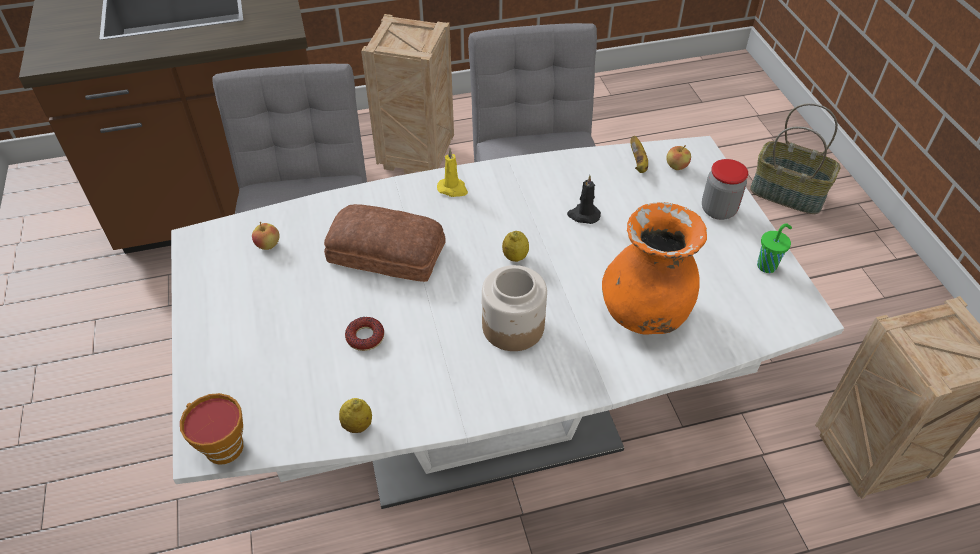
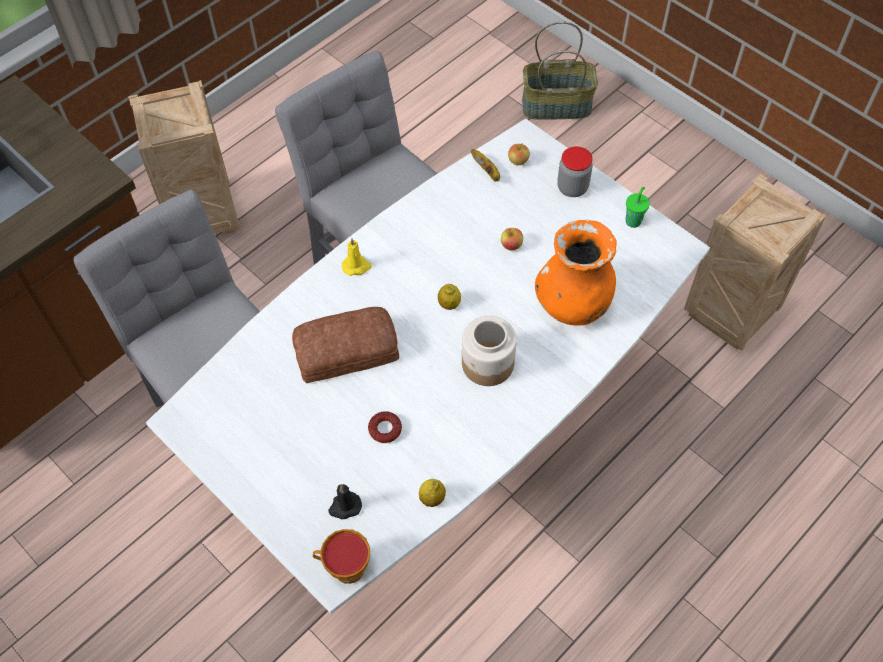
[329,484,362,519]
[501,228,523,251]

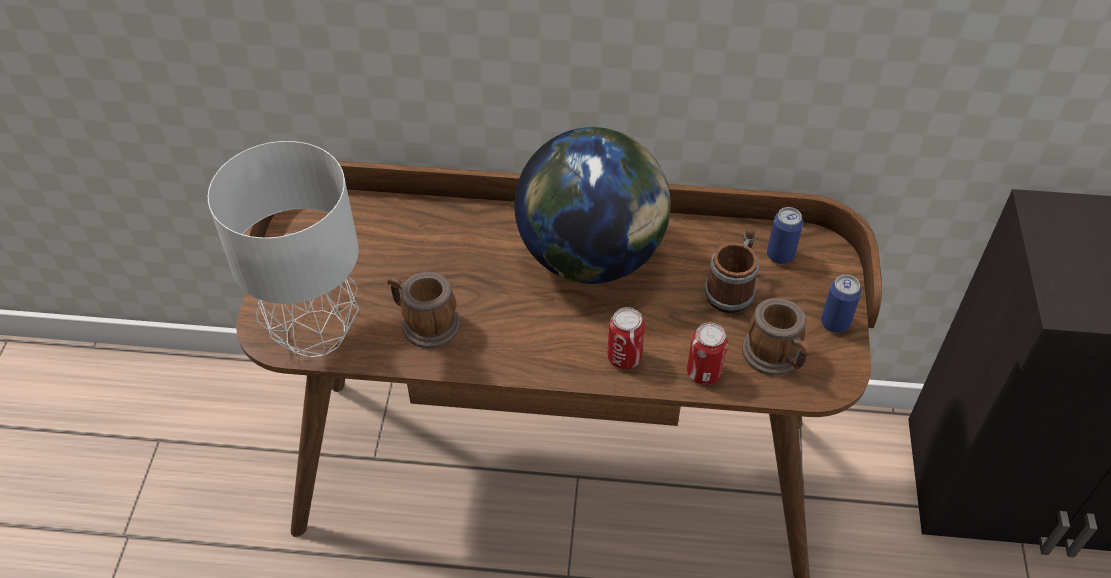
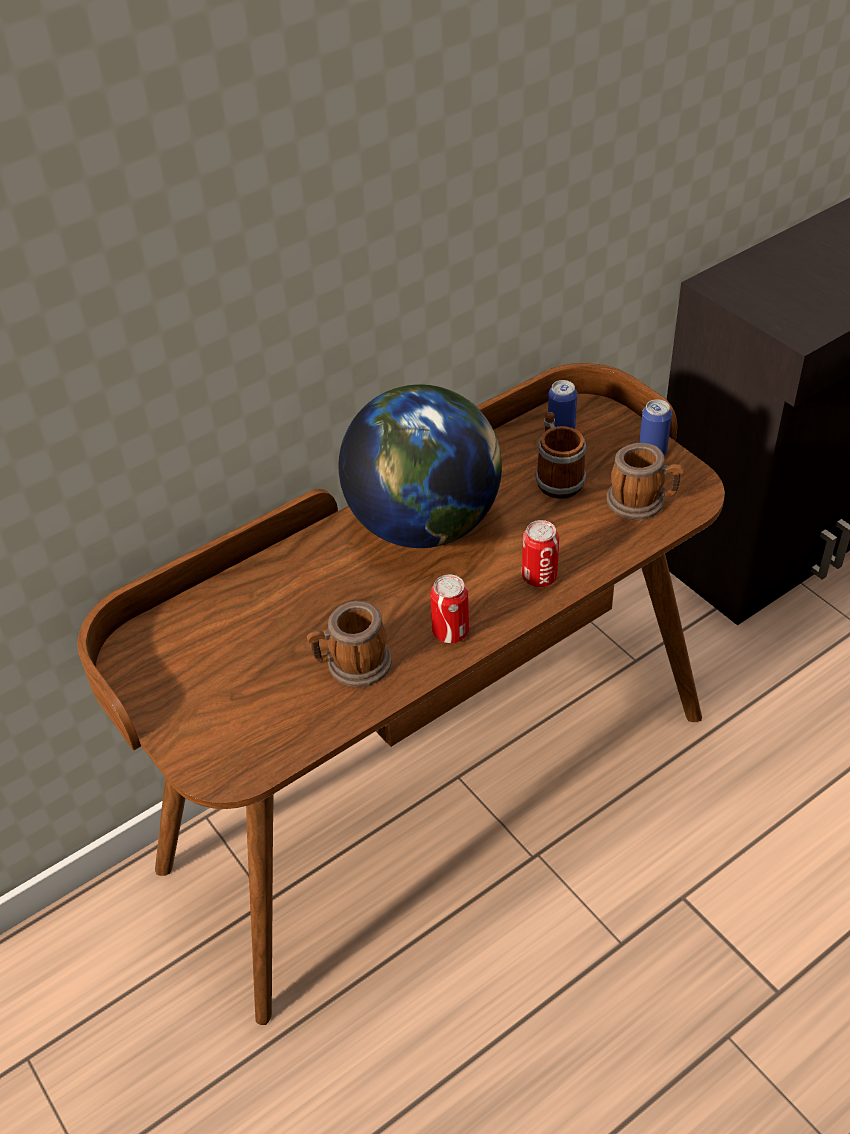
[208,141,359,358] (first image)
[431,574,469,643]

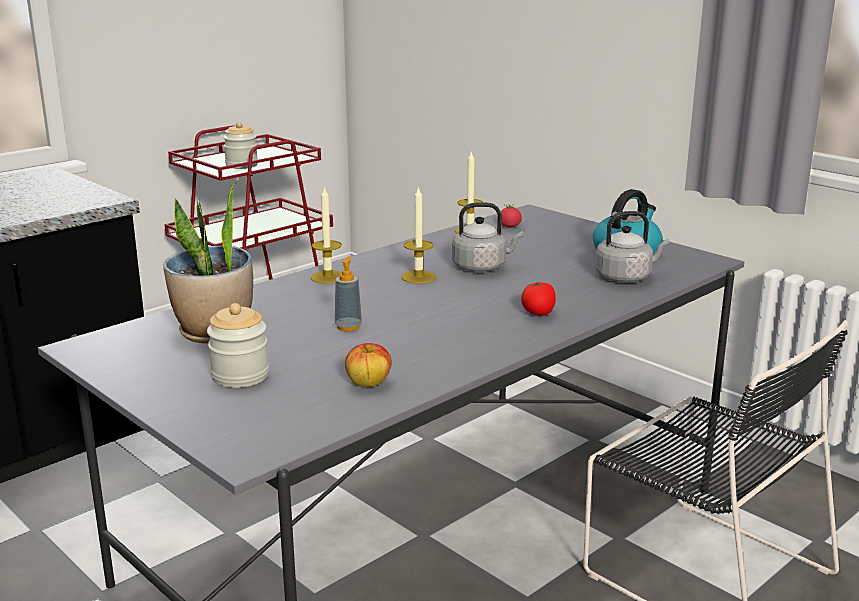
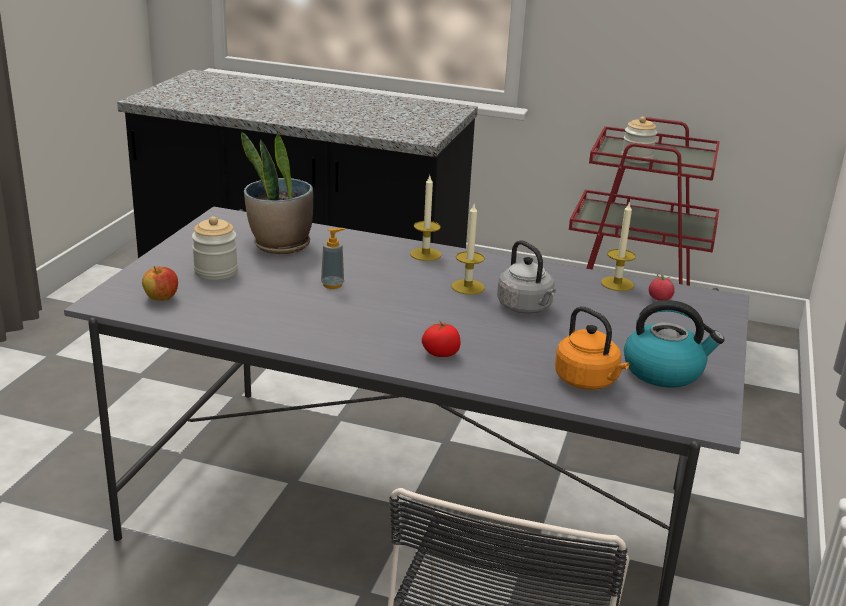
[555,306,629,390]
[142,266,178,301]

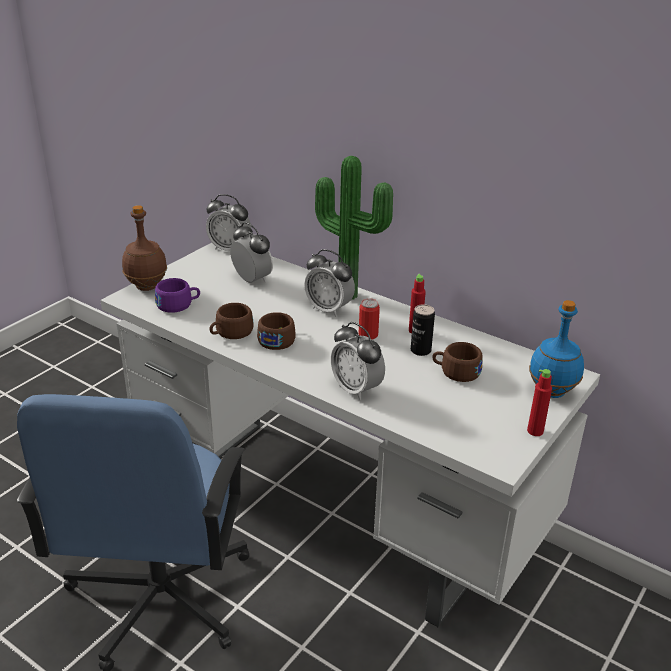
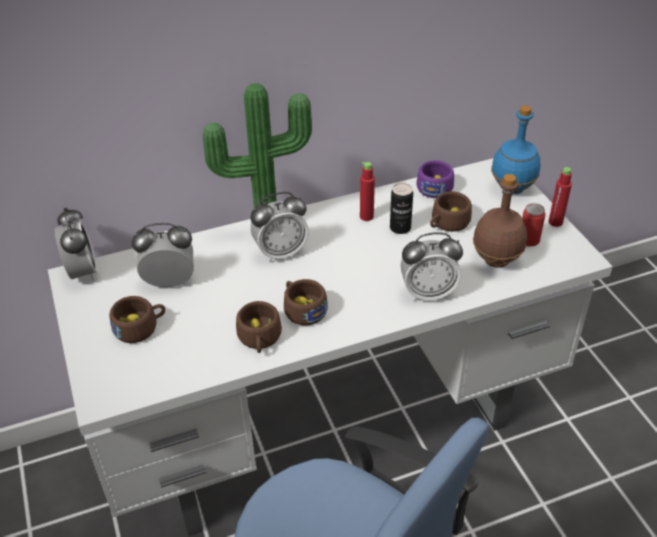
[54,207,98,281]
[473,174,527,268]
[416,160,454,198]
[522,203,545,247]
[109,296,165,343]

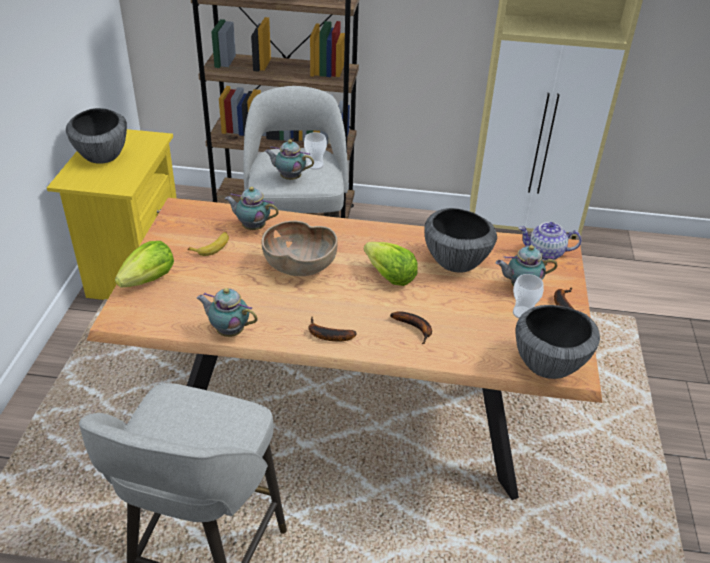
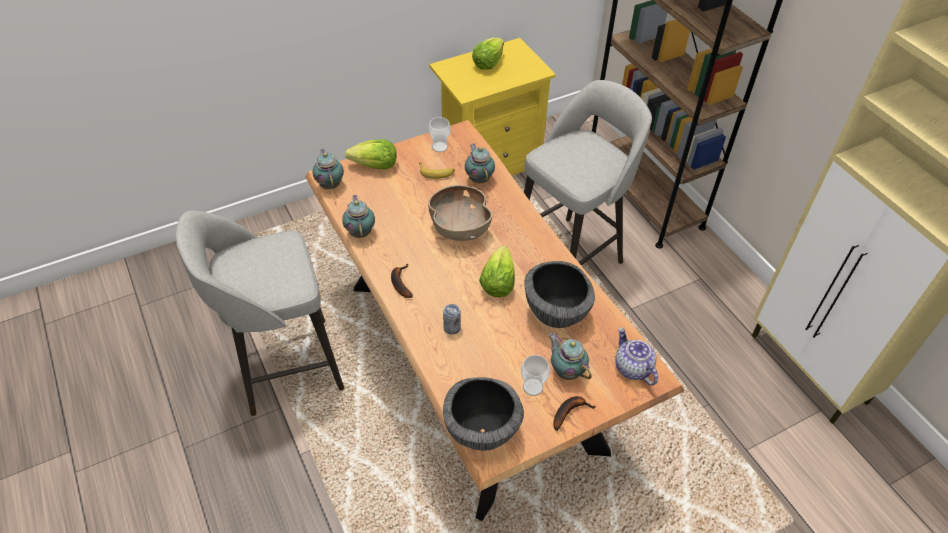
[472,38,504,70]
[428,117,451,152]
[313,149,344,189]
[443,304,461,335]

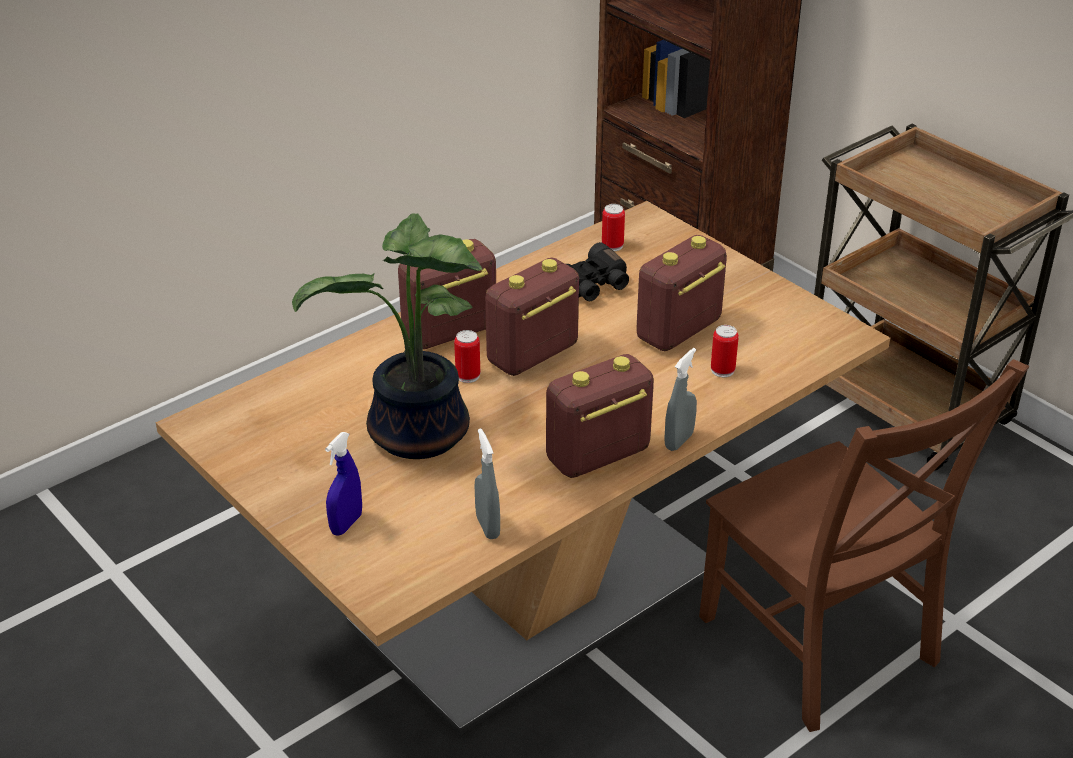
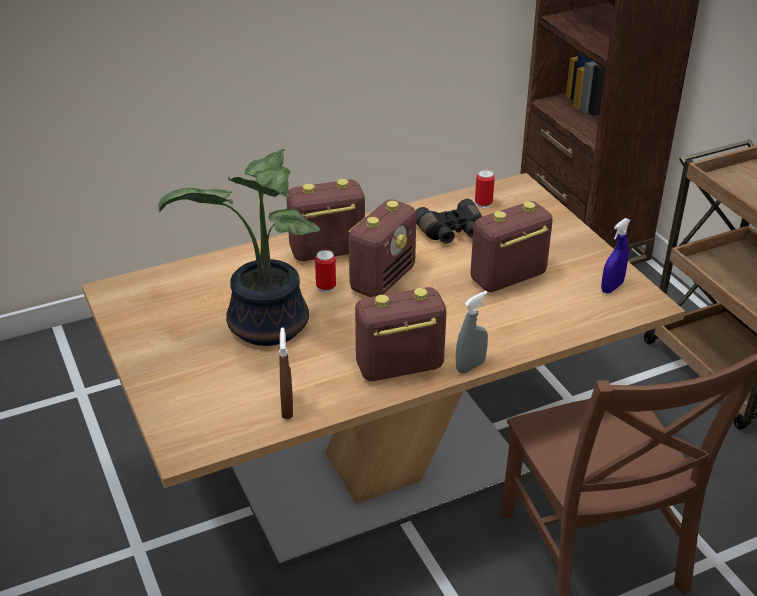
[349,199,416,297]
[711,325,739,377] (first image)
[279,327,293,419]
[601,218,631,294]

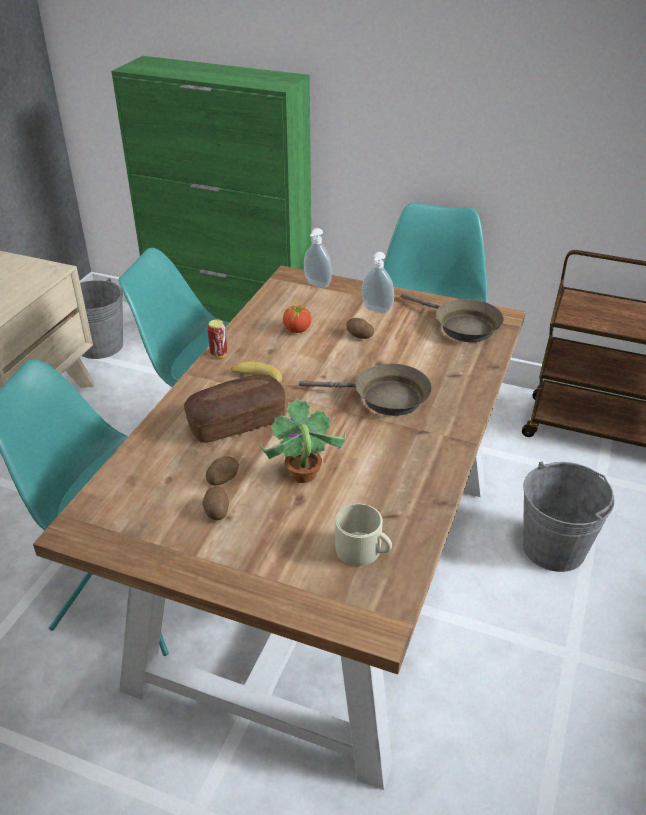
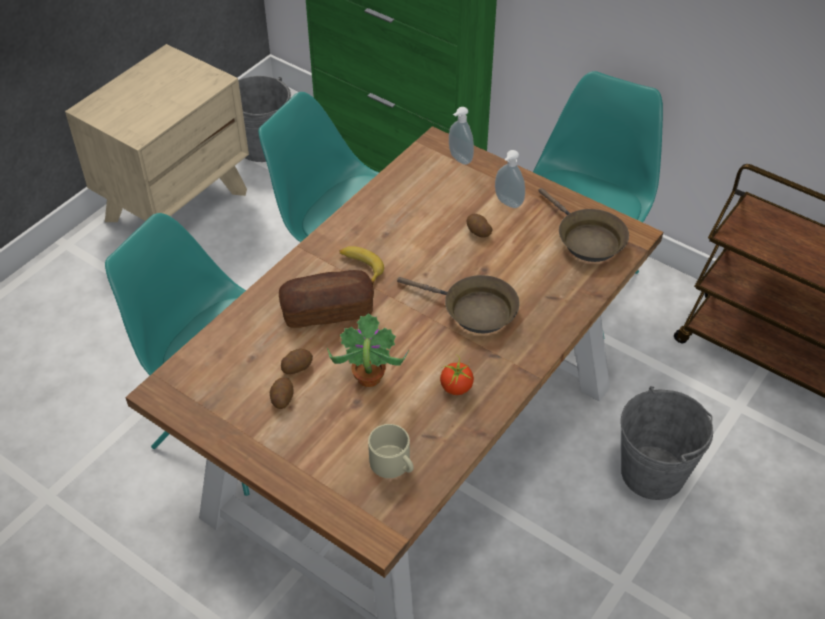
[440,355,474,395]
[207,319,227,358] (first image)

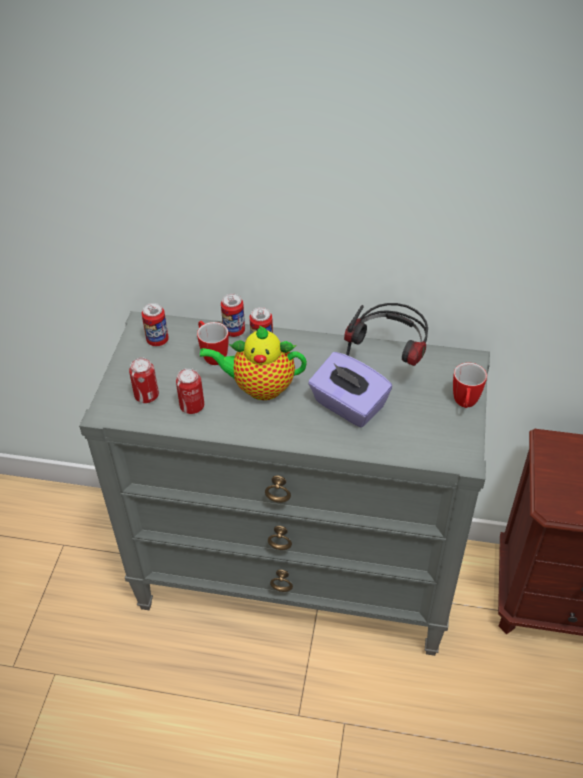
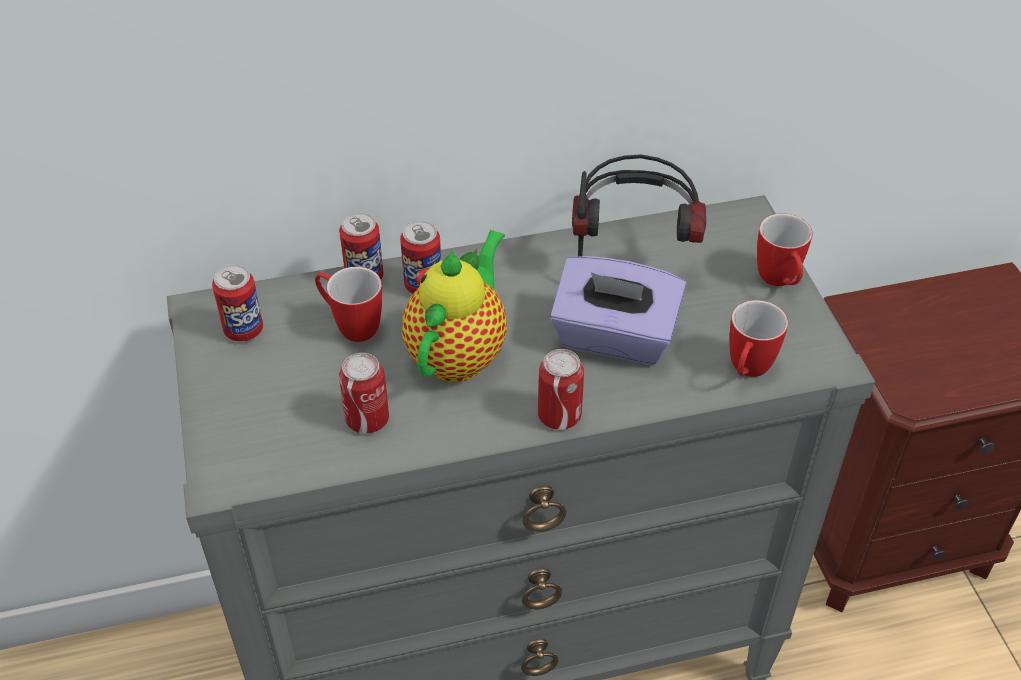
[402,230,507,383]
[538,349,584,430]
[729,300,788,377]

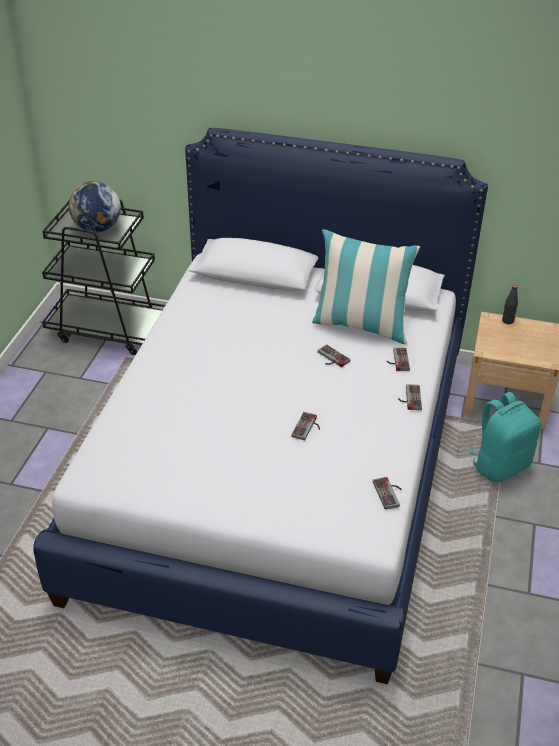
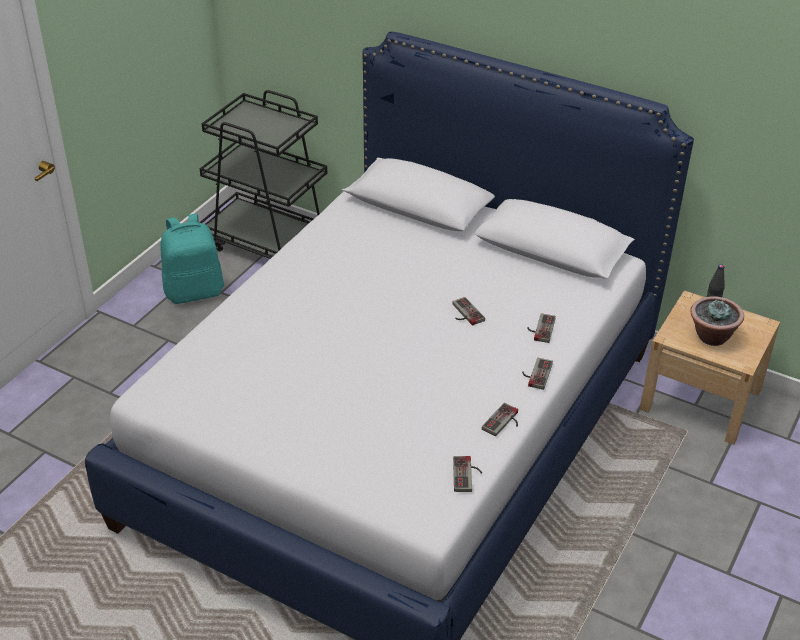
[69,181,121,232] (first image)
[312,229,420,344] (first image)
[160,214,224,304]
[482,403,518,436]
[690,296,744,346]

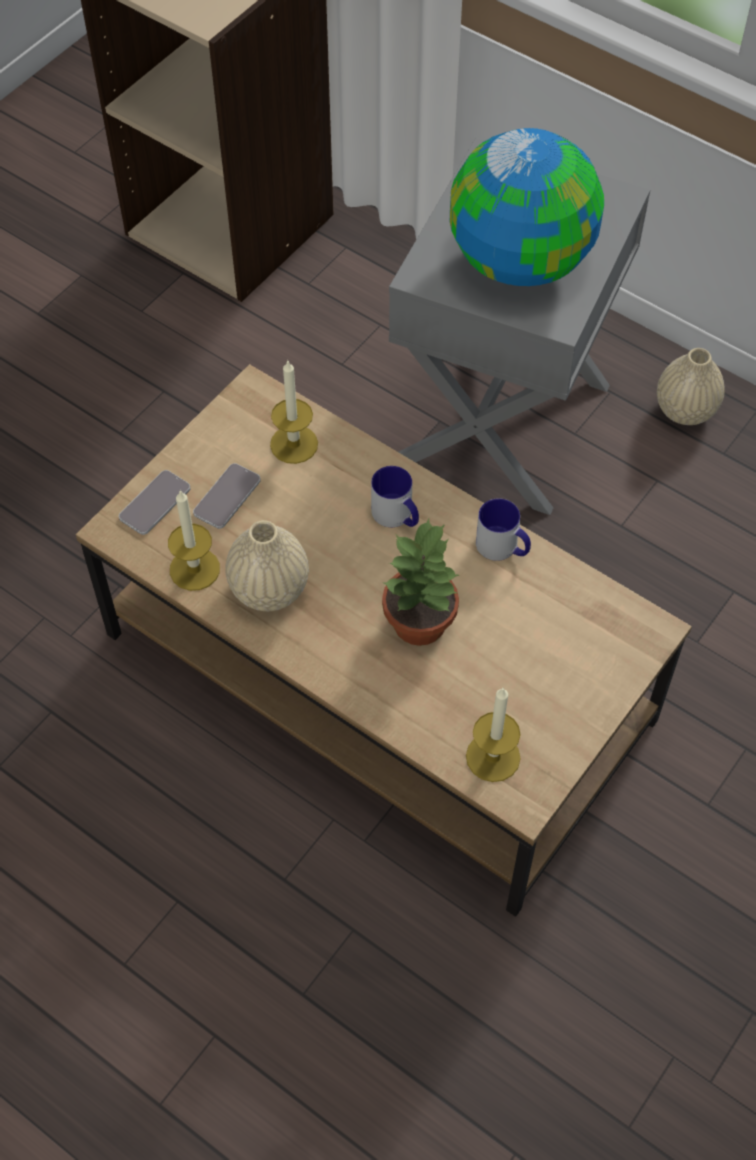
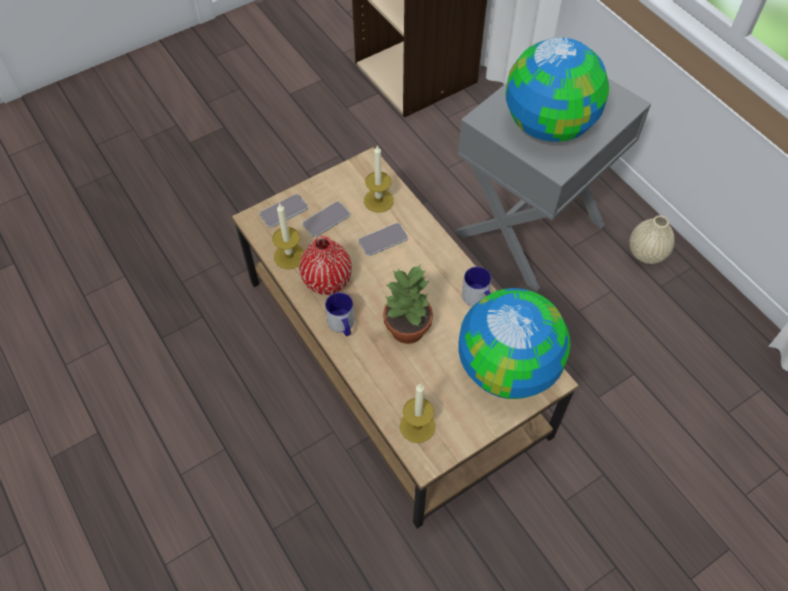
[325,292,354,336]
[299,236,352,295]
[359,223,408,256]
[458,288,571,399]

